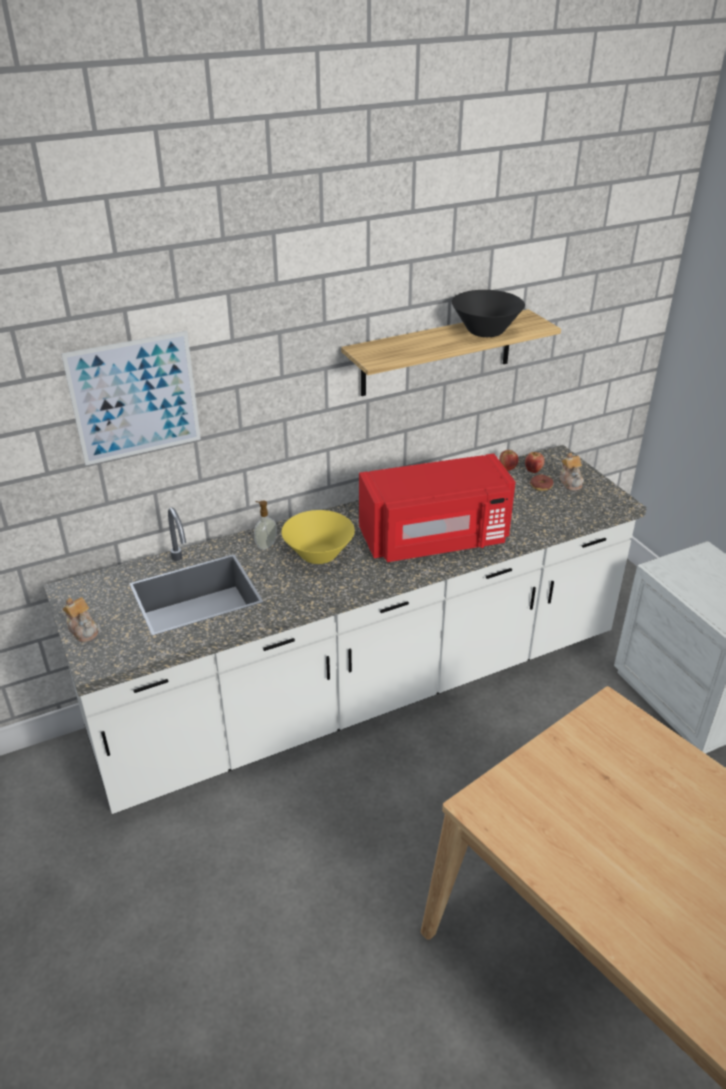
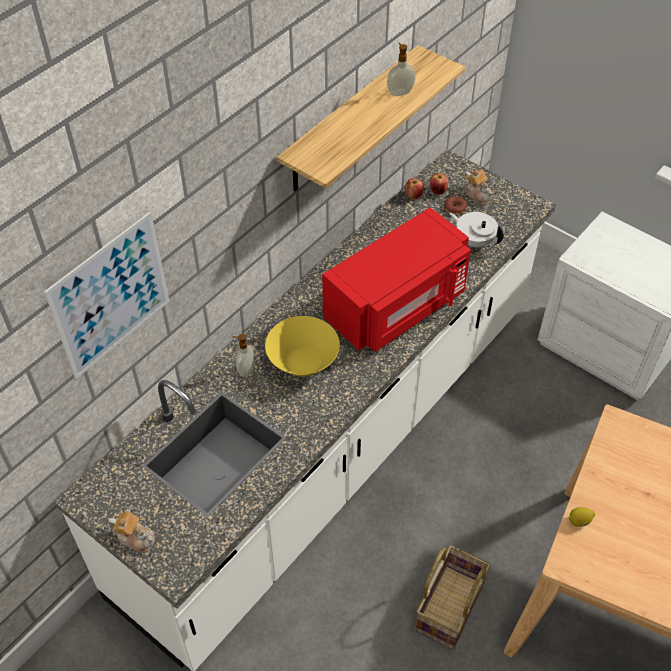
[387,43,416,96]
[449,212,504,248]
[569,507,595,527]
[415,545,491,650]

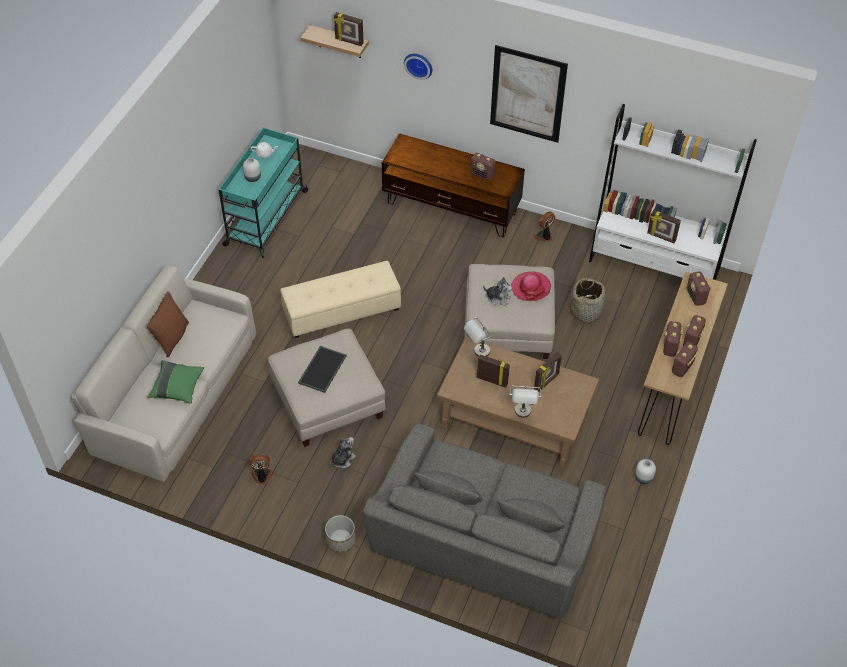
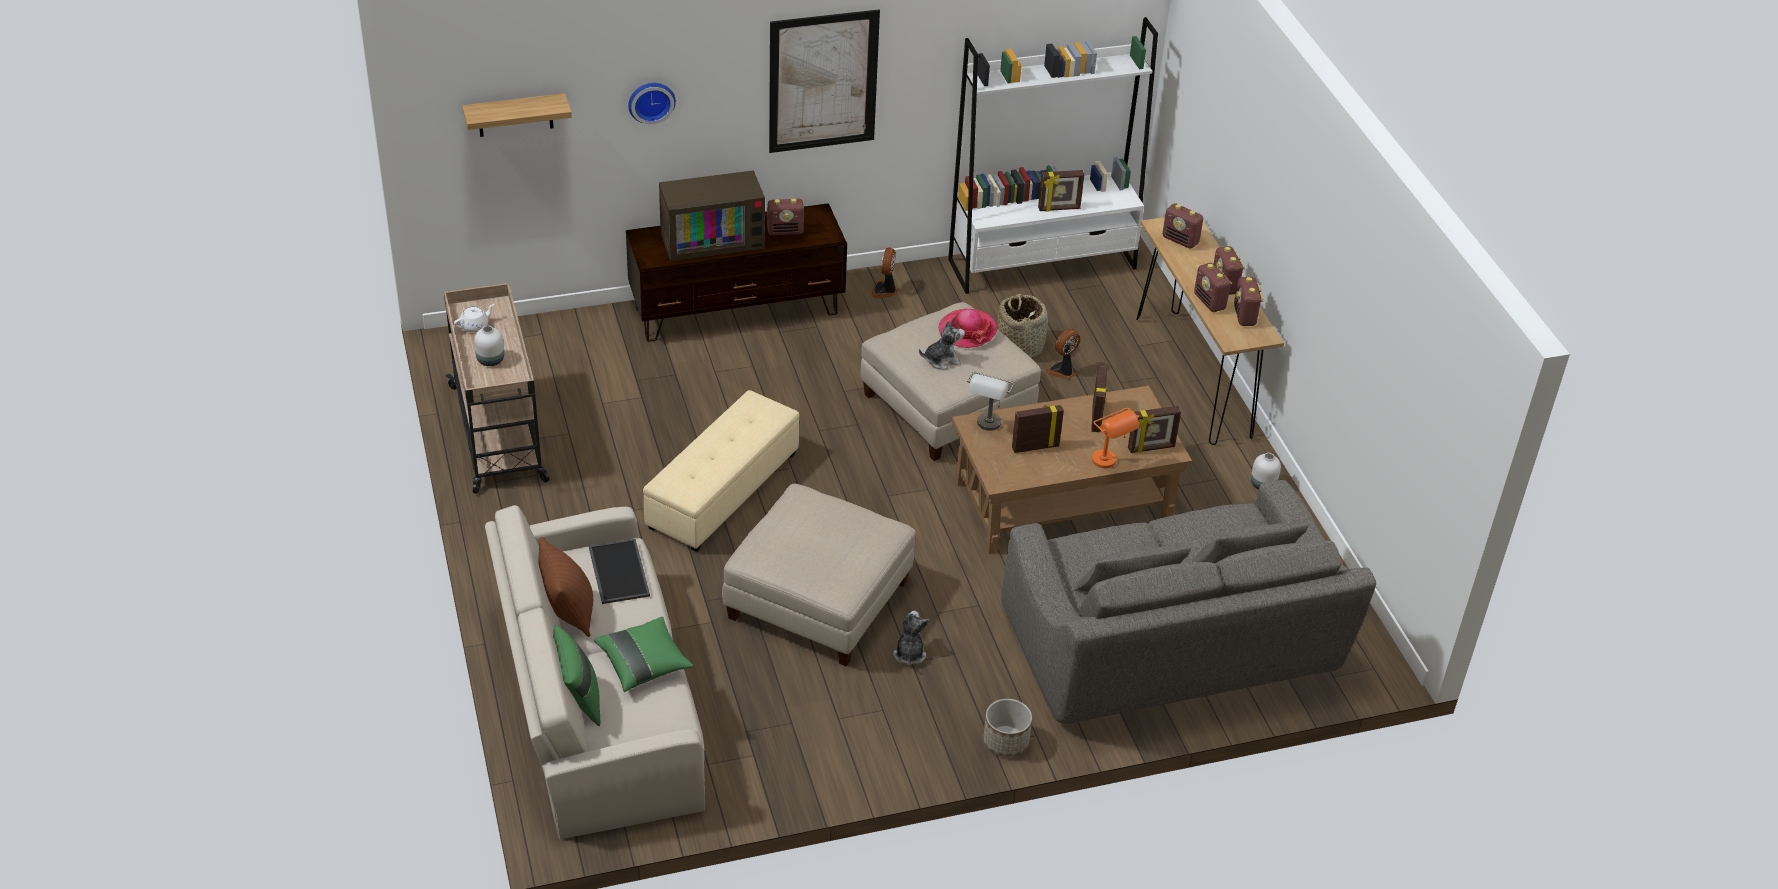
[1128,406,1181,453]
[444,283,549,494]
[589,539,650,604]
[1092,408,1139,468]
[1045,328,1080,379]
[659,170,765,261]
[553,626,600,726]

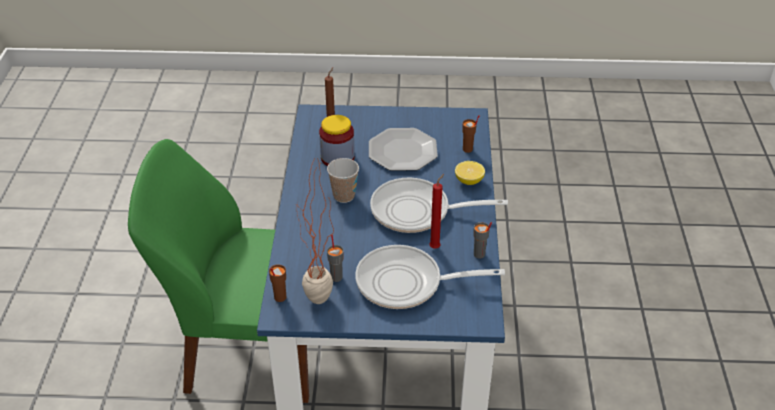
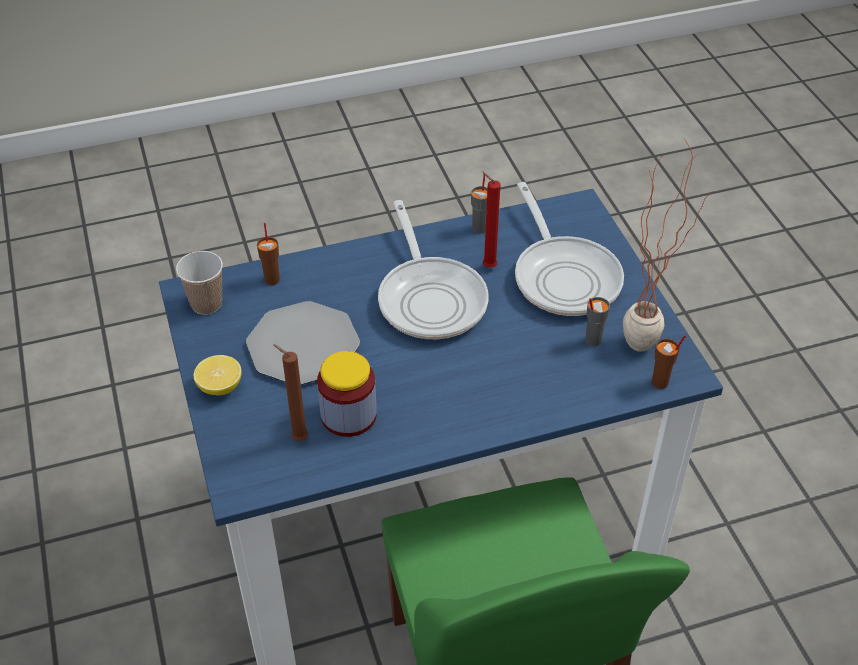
[176,251,223,315]
[194,355,242,396]

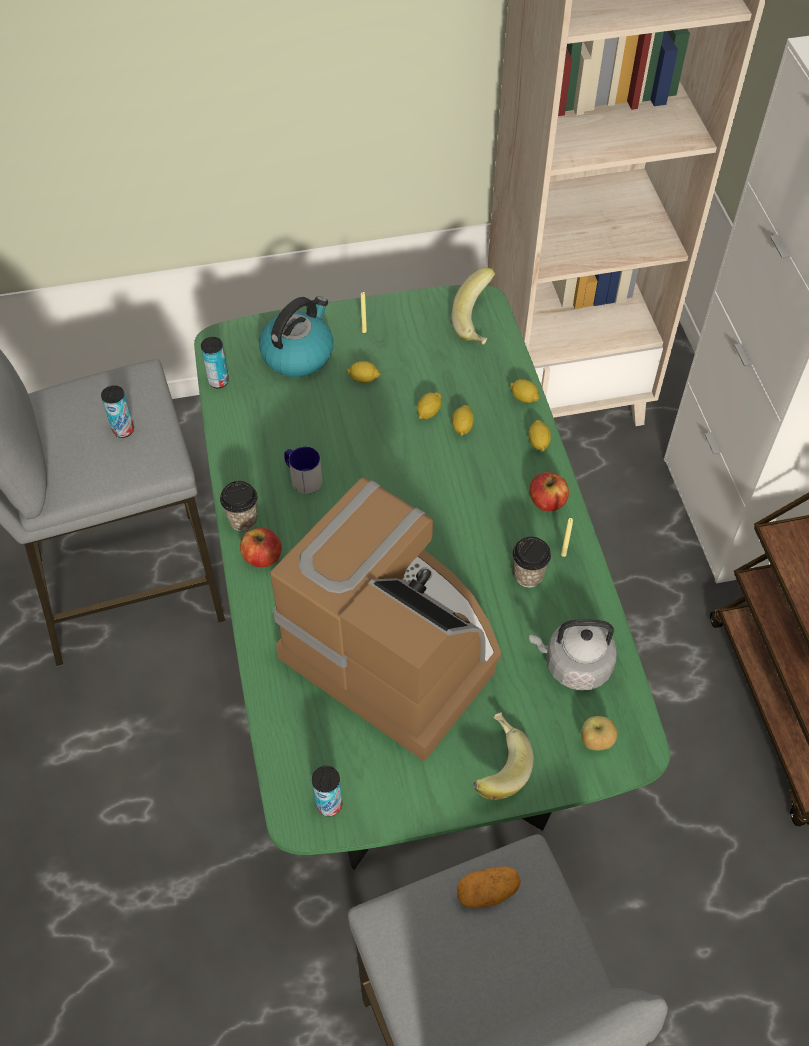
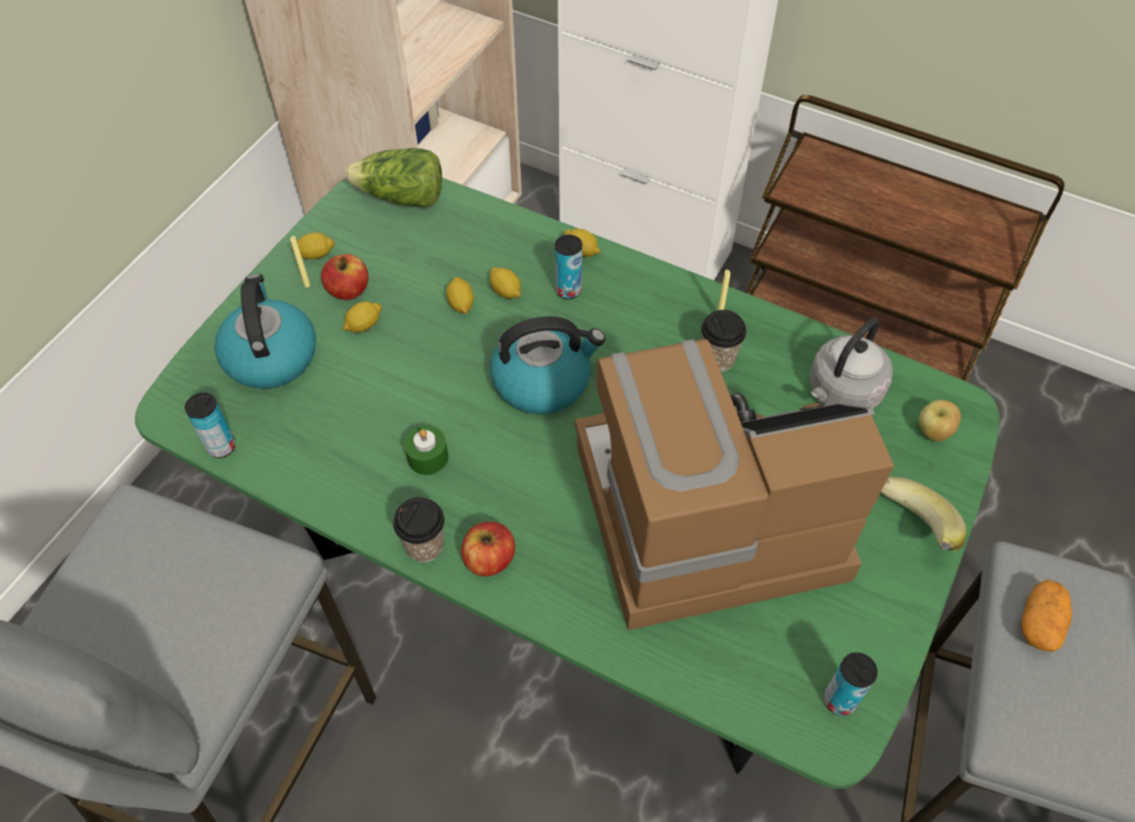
[344,148,442,208]
[292,232,335,259]
[555,235,582,299]
[404,425,449,475]
[321,254,369,300]
[490,316,605,414]

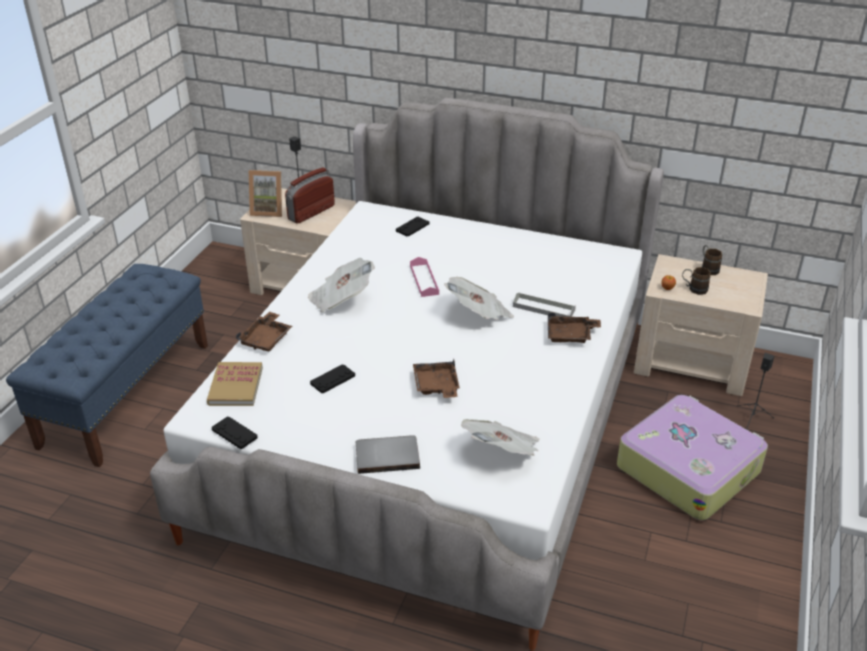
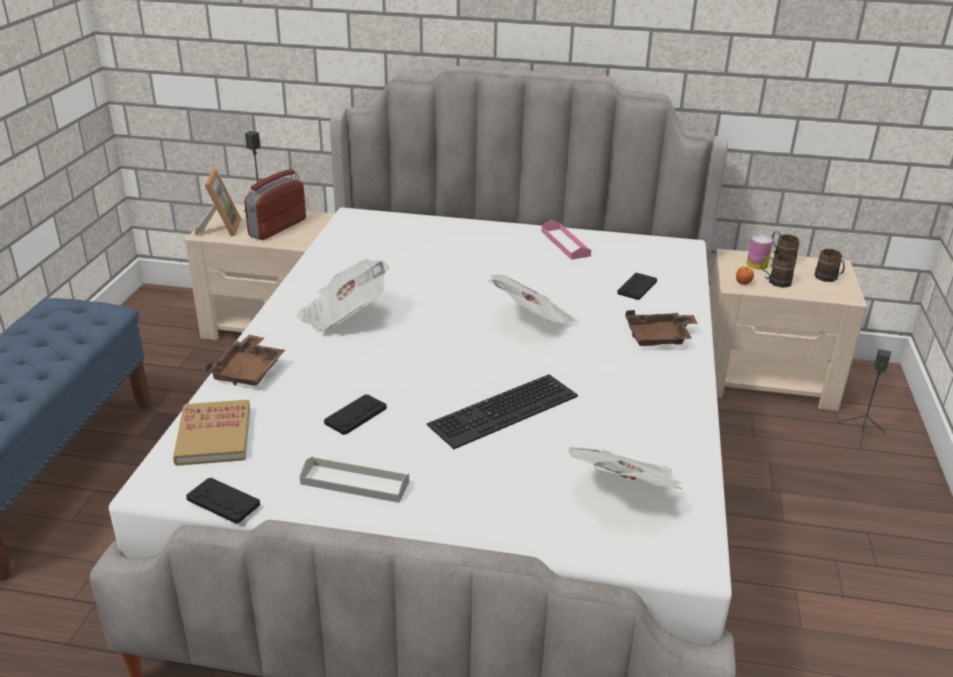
[195,169,241,237]
[617,273,657,300]
[541,220,591,260]
[300,456,409,503]
[427,374,578,449]
[617,395,768,520] (first image)
[356,435,420,474] (first image)
[747,235,773,269]
[814,249,845,282]

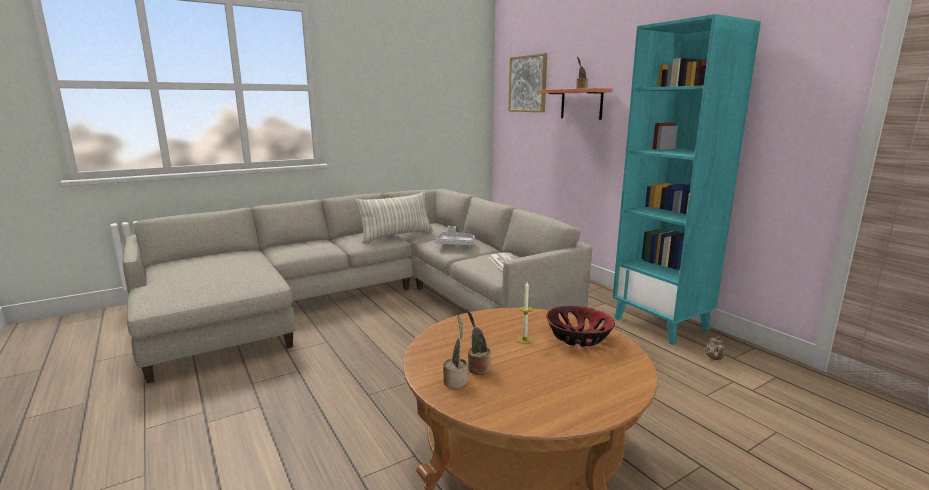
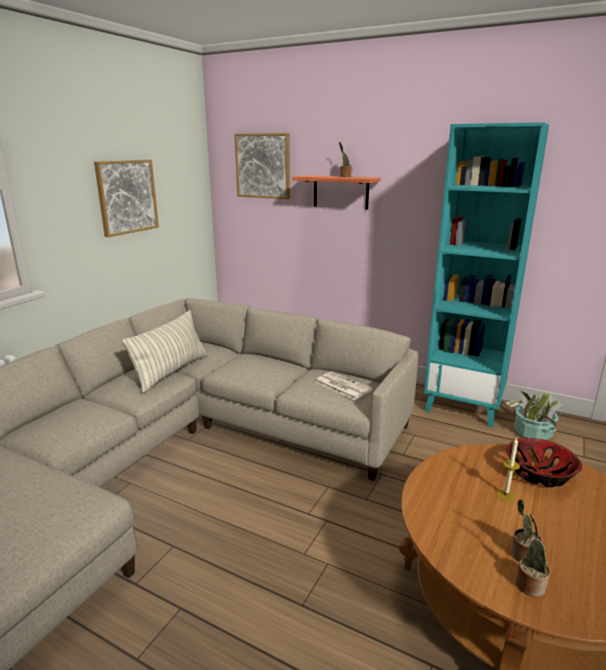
[435,226,475,245] (first image)
[505,391,562,440]
[94,160,159,237]

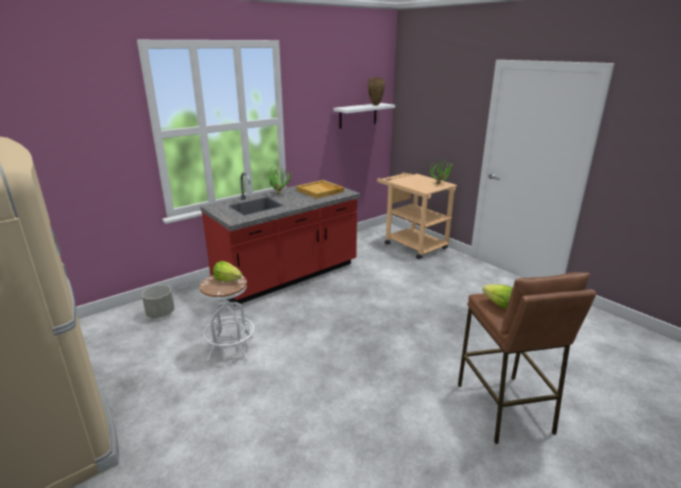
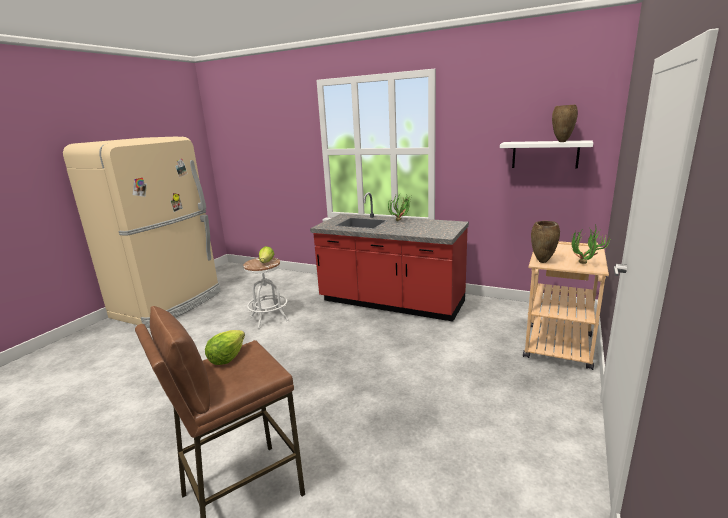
[296,180,344,199] (first image)
[142,285,175,318] (first image)
[531,221,560,263]

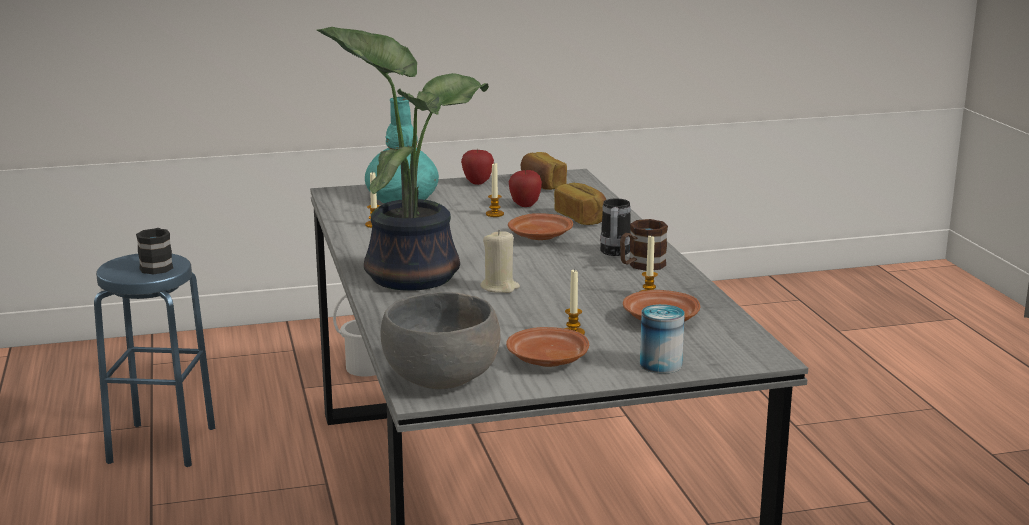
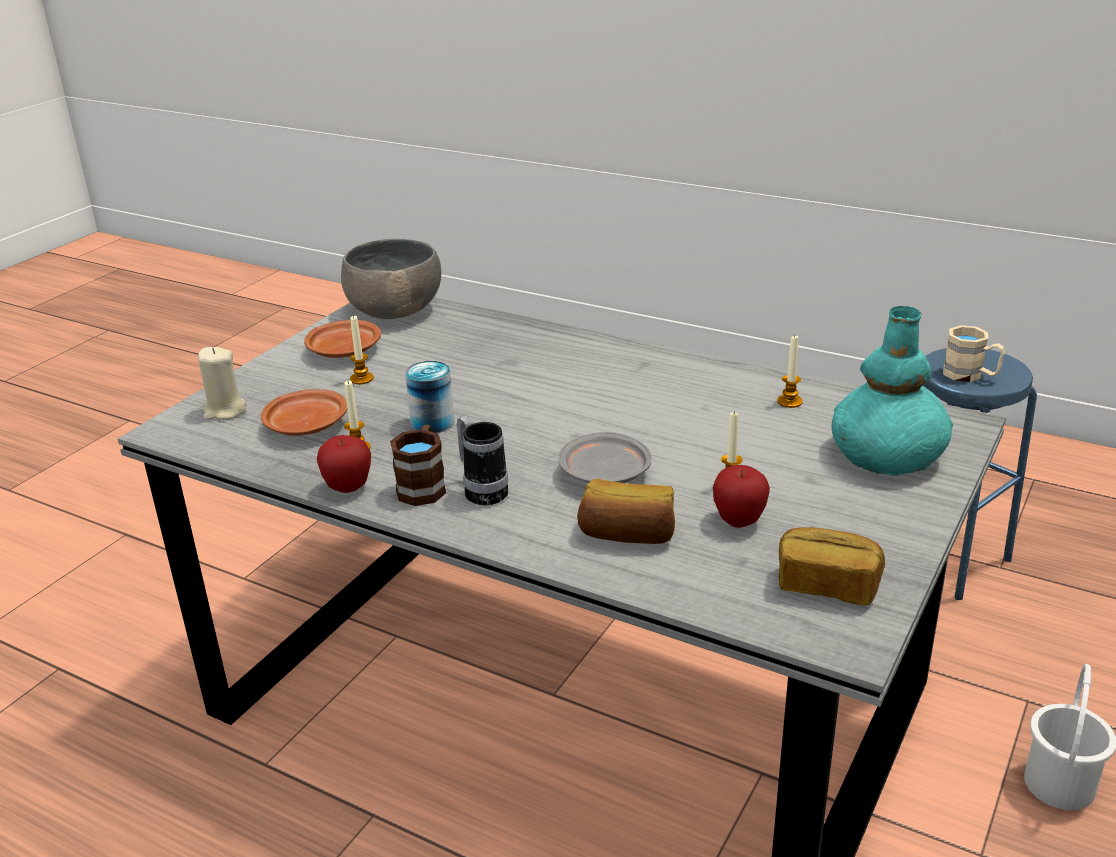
[317,27,489,291] (first image)
[317,435,371,493]
[558,432,652,483]
[943,325,1005,382]
[198,347,246,420]
[405,361,455,433]

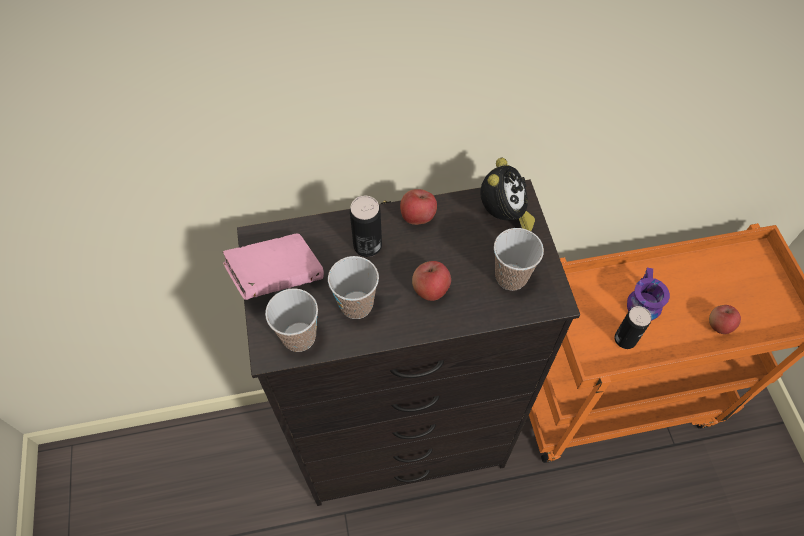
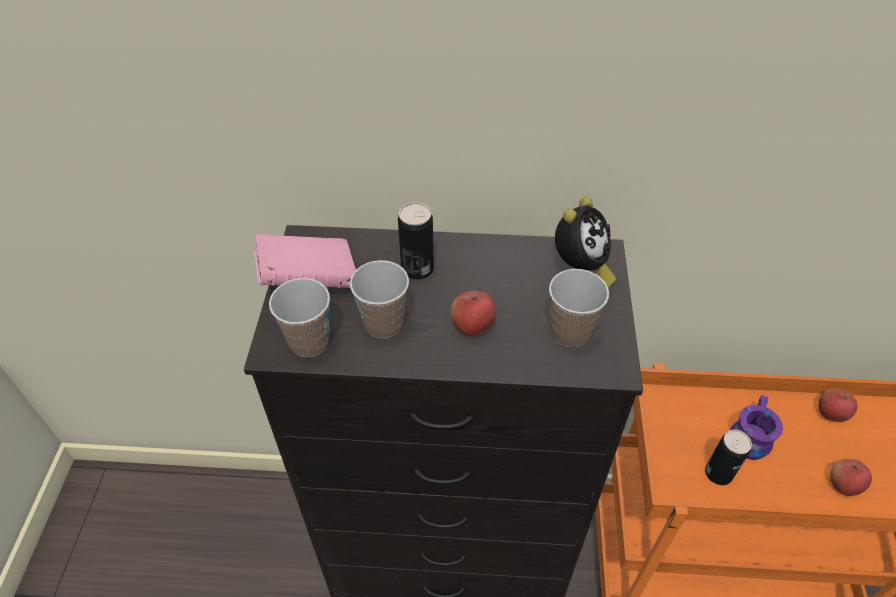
[819,388,857,422]

